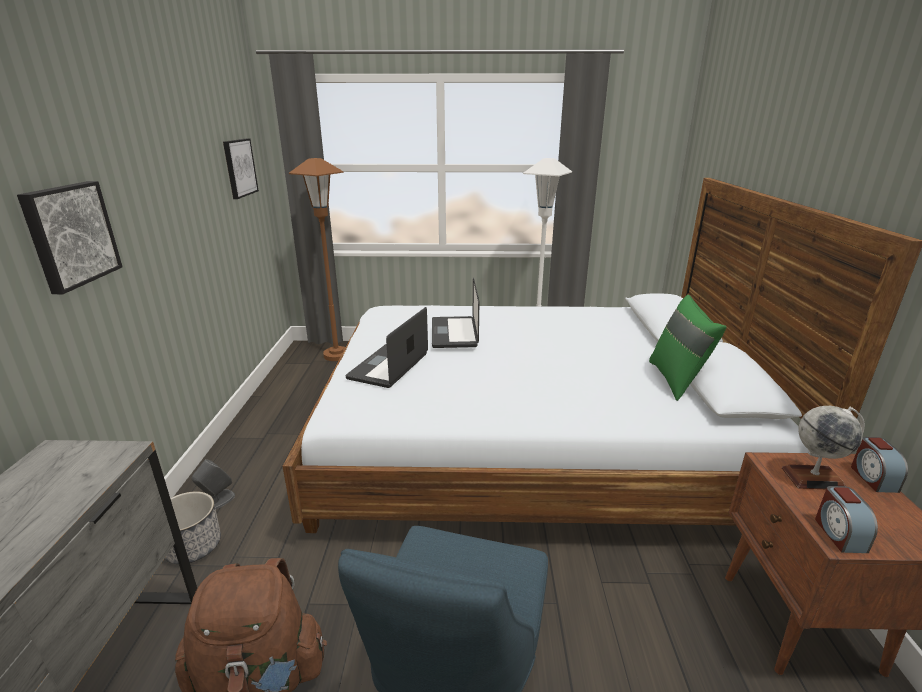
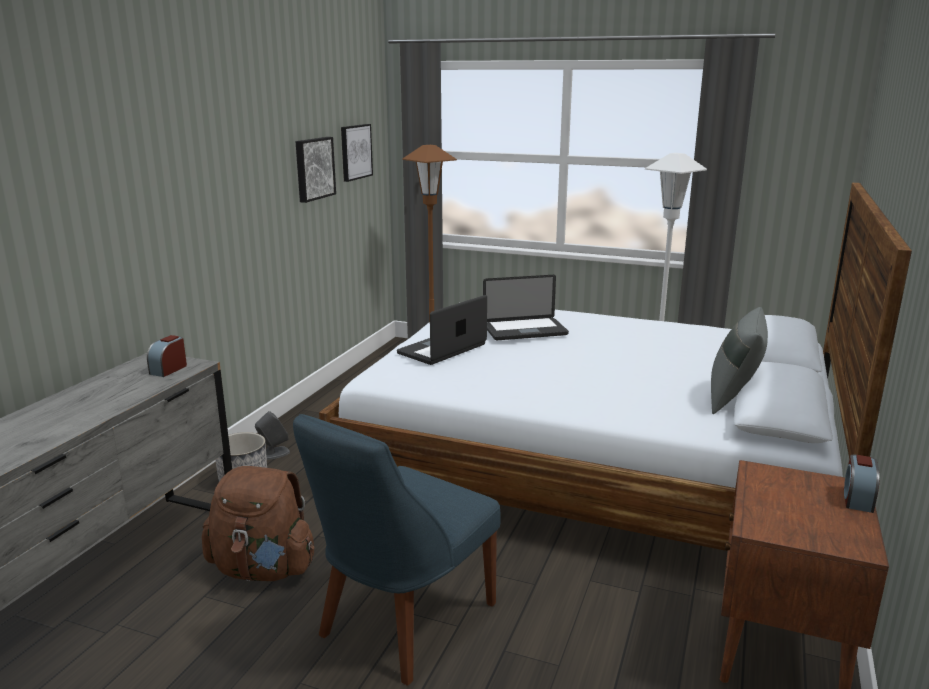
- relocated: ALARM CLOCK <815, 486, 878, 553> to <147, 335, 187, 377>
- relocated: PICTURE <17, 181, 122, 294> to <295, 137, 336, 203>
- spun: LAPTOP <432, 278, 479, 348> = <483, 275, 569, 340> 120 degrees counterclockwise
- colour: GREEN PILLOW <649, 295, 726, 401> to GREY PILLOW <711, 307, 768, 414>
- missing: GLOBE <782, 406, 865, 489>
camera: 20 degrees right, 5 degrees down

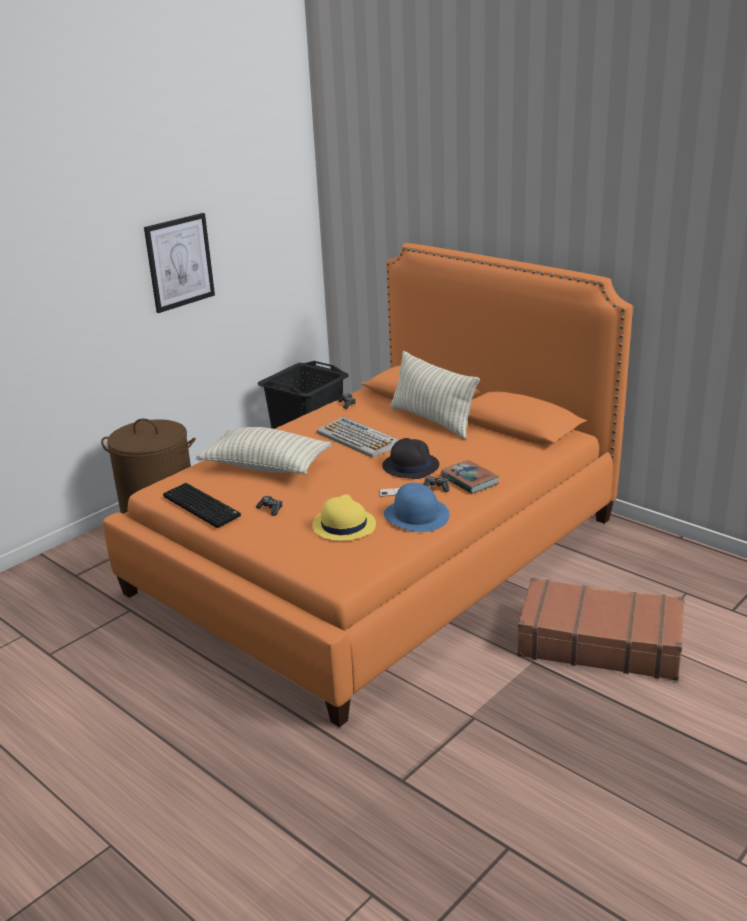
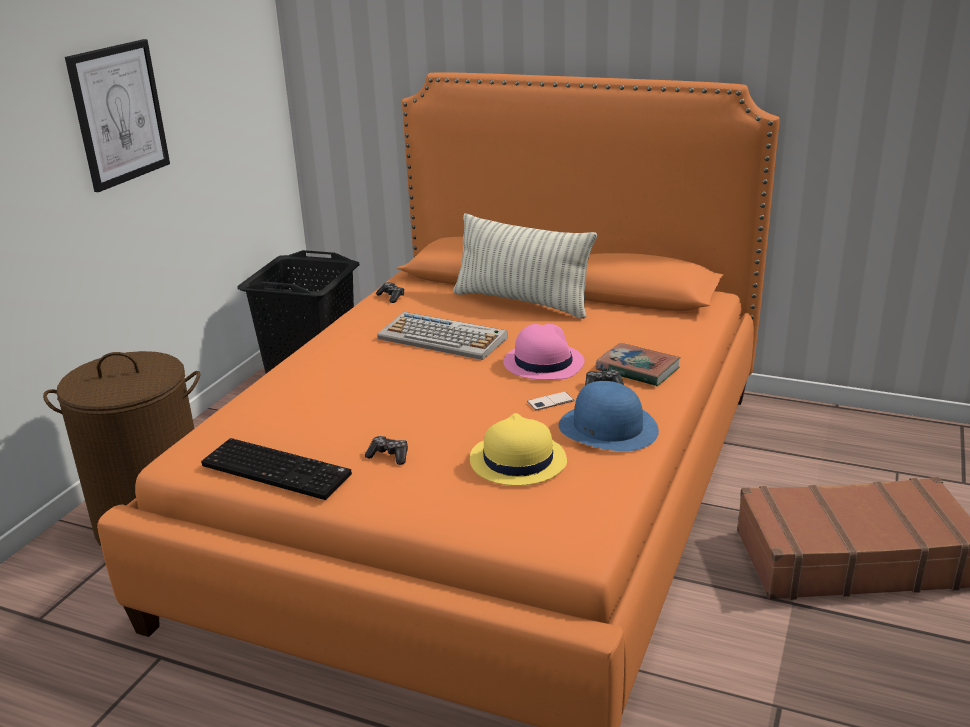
- colour: BLACK HAT <382, 438, 439, 479> to PINK HAT <503, 324, 585, 380>
- missing: PILLOW <196, 427, 332, 475>
camera: 20 degrees left, 0 degrees up

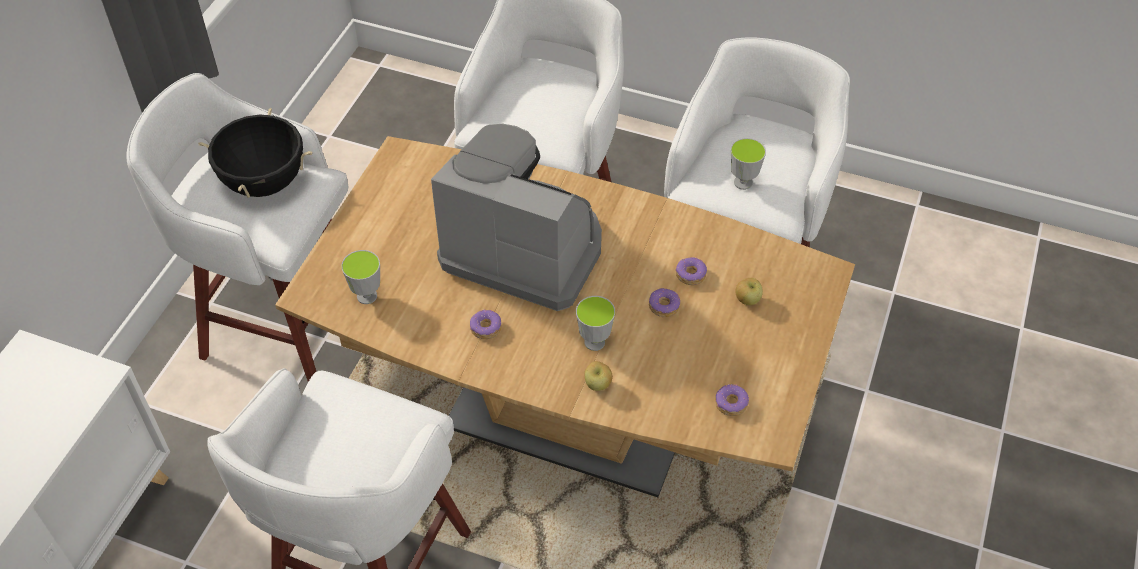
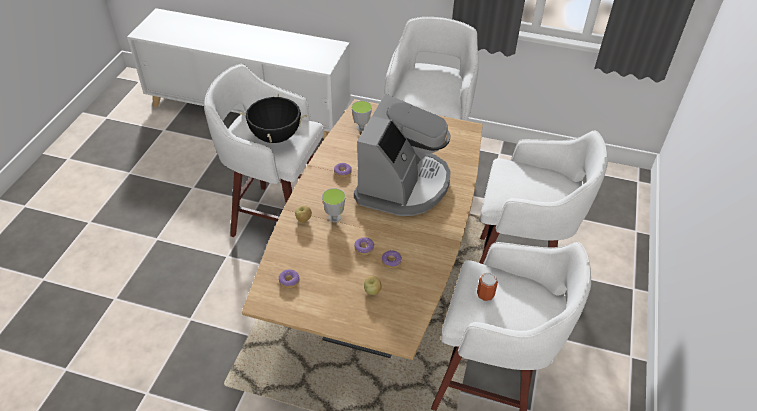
- relocated: BLACK COOKING POT <198, 108, 313, 198> to <239, 94, 307, 143>
- exchanged: CUP <730, 138, 766, 190> to CAN <477, 273, 498, 301>
camera: 85 degrees right, 5 degrees down

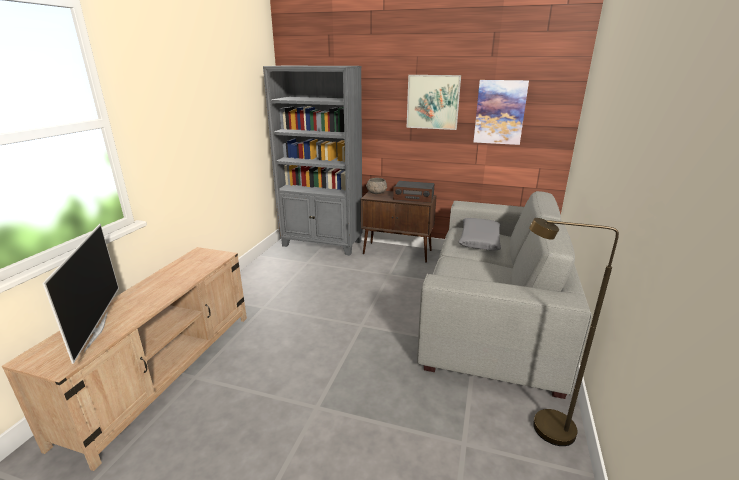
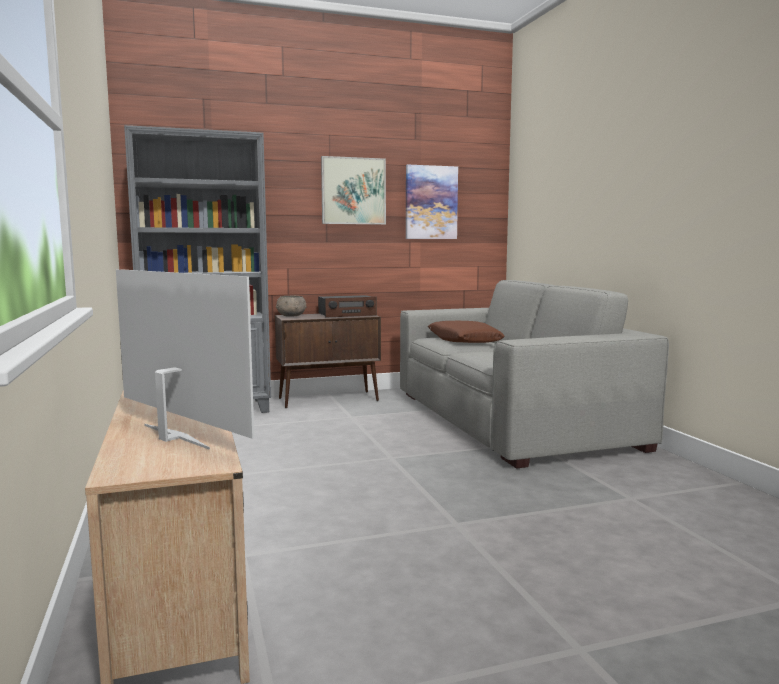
- colour: GREY PILLOW <459, 218, 501, 251> to BROWN PILLOW <428, 321, 505, 343>
- missing: BROWN FLOOR LAMP <529, 218, 619, 446>
camera: 35 degrees left, 15 degrees down

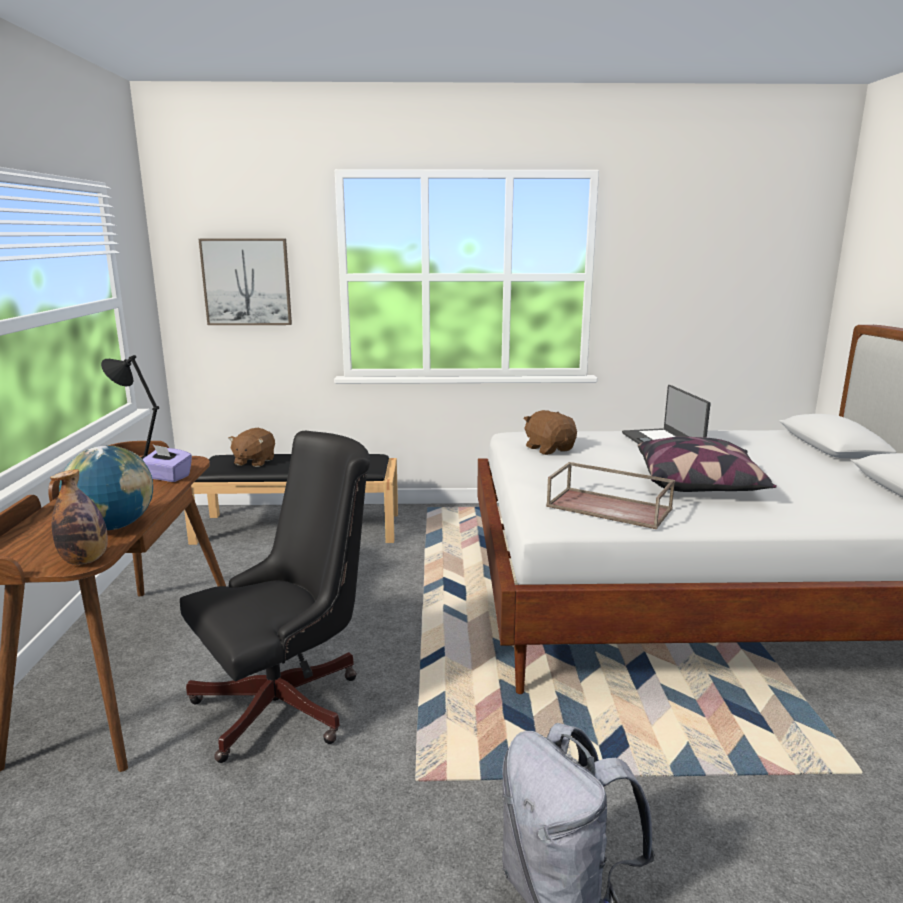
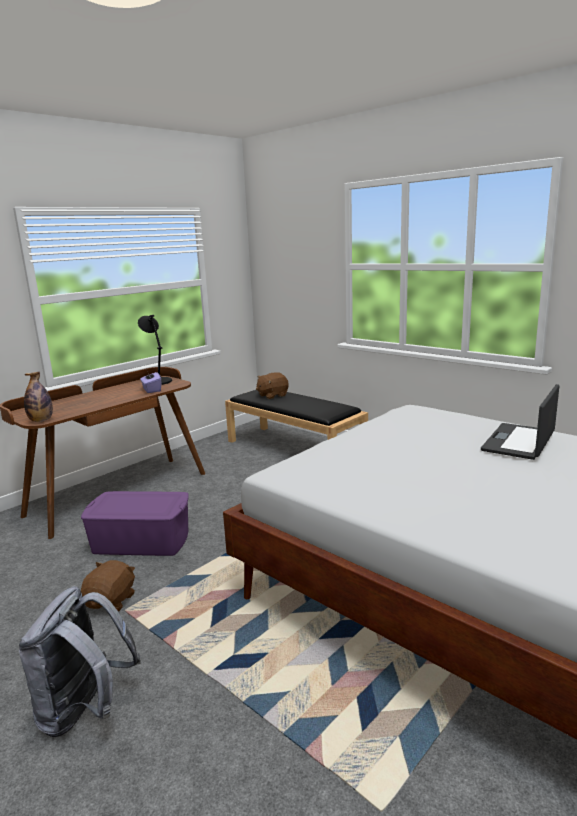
- exchanged: BLACK OFFICE CHAIR <180, 431, 370, 763> to PURPLE STORAGE BOX <81, 491, 189, 556>
- relocated: BROWN PLUSH TOY <524, 410, 577, 455> to <81, 560, 135, 612>
- missing: GLOBE <59, 446, 153, 530>
- missing: PICTURE <199, 239, 292, 325>
- missing: BROWN TRAY <546, 462, 675, 529>
- missing: PILLOW <638, 436, 777, 492>
camera: 45 degrees right, 0 degrees up

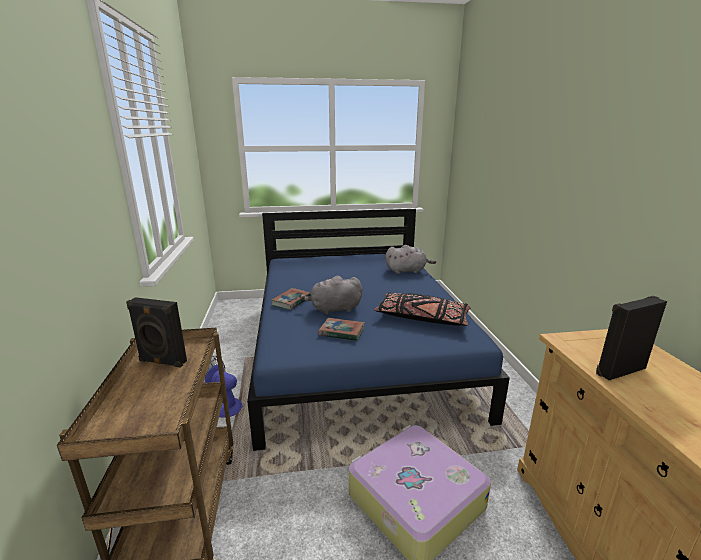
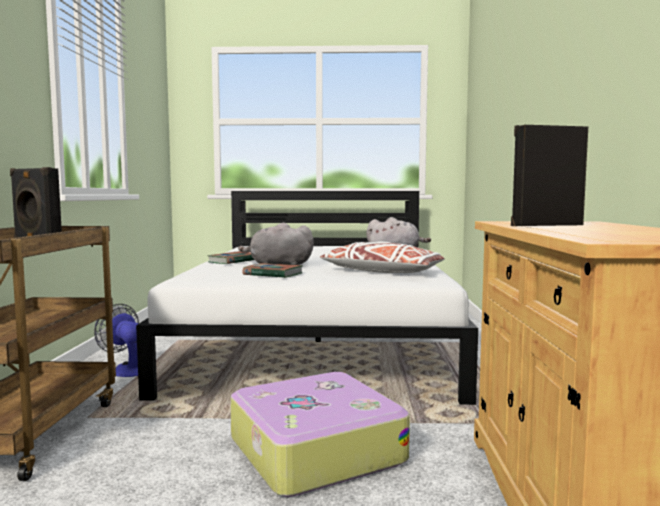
- colour: BLUE BED <247, 209, 510, 451> to WHITE BED <136, 191, 478, 405>
- colour: BLACK PILLOW <374, 292, 470, 326> to WHITE PILLOW <320, 241, 444, 273>
camera: 10 degrees right, 15 degrees down

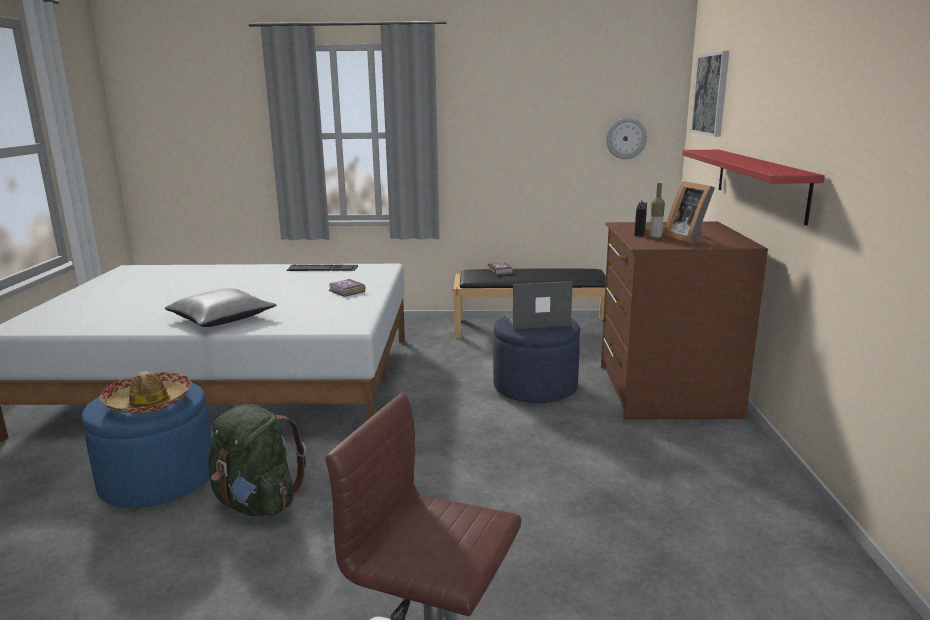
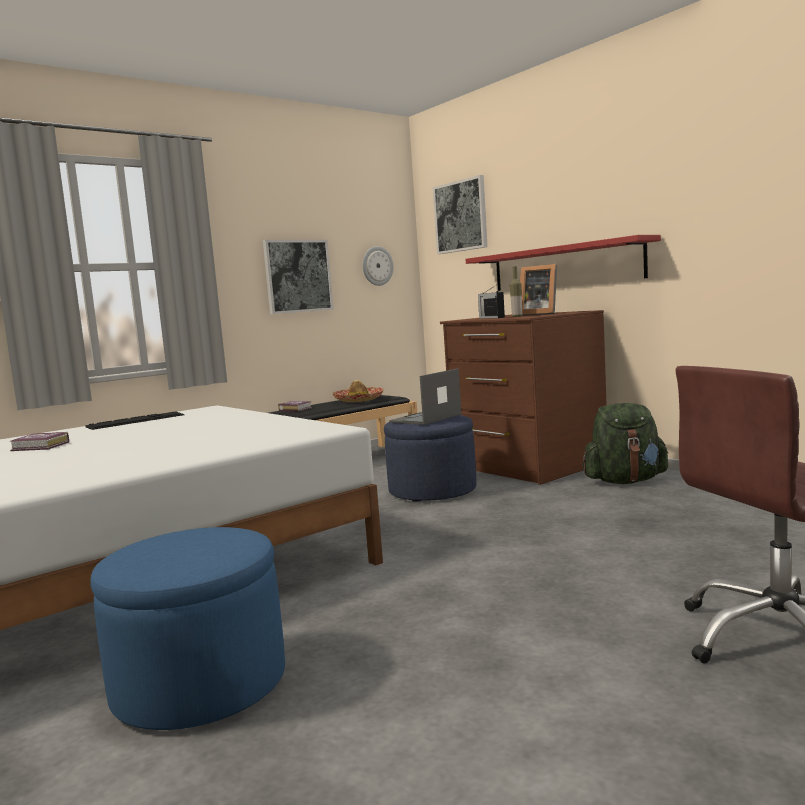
- relocated: BOOK <329, 279, 365, 297> to <9, 432, 69, 451>
- appeared: PICTURE <263, 240, 334, 314>
- relocated: HAT <99, 371, 191, 413> to <332, 380, 384, 402>
- relocated: GREEN BACKPACK <208, 404, 306, 516> to <583, 403, 668, 484>
- missing: GREY PILLOW <165, 288, 276, 327>
camera: 40 degrees left, 10 degrees down

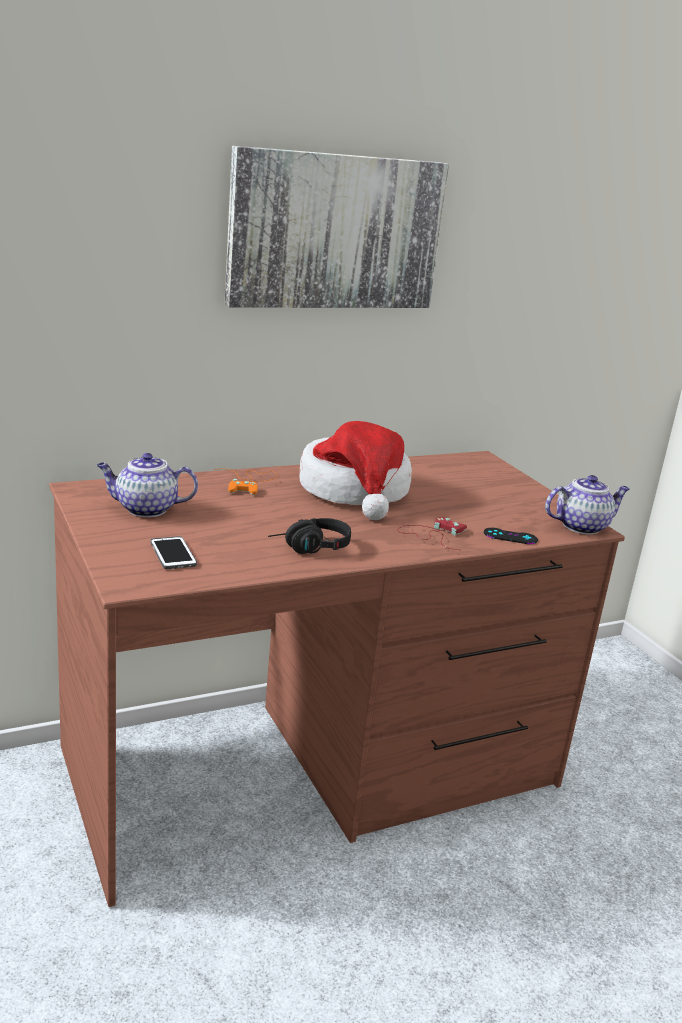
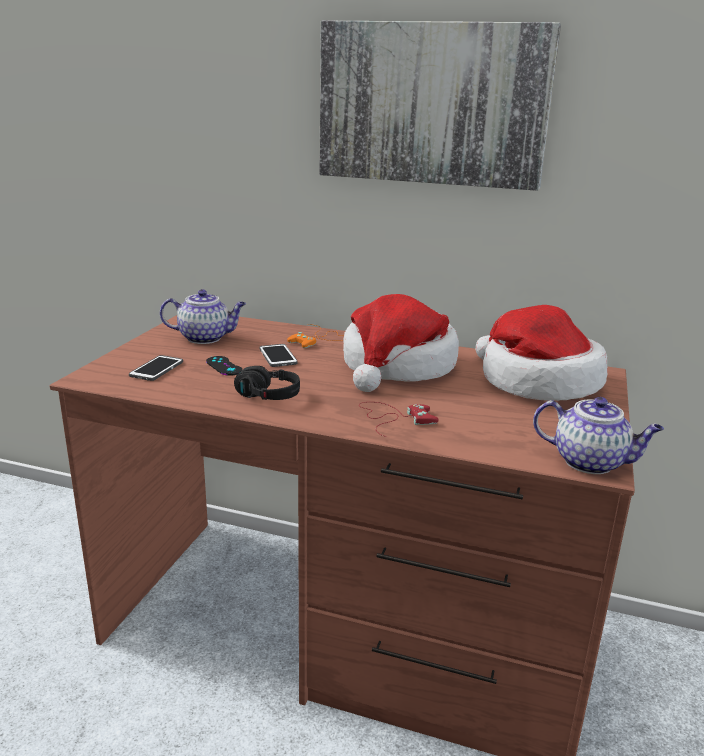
- spun: TEAPOT <97, 453, 198, 517> = <160, 289, 246, 344> 135 degrees clockwise
- relocated: BLACK GAME CONTROLLER <484, 528, 538, 544> to <206, 356, 242, 376>
- appeared: PHONE <259, 344, 298, 367>
- appeared: HAT <476, 305, 608, 401>
camera: 45 degrees right, 0 degrees up

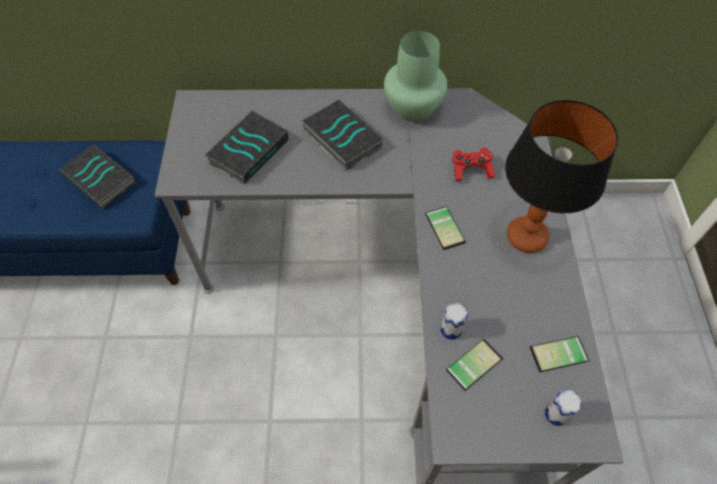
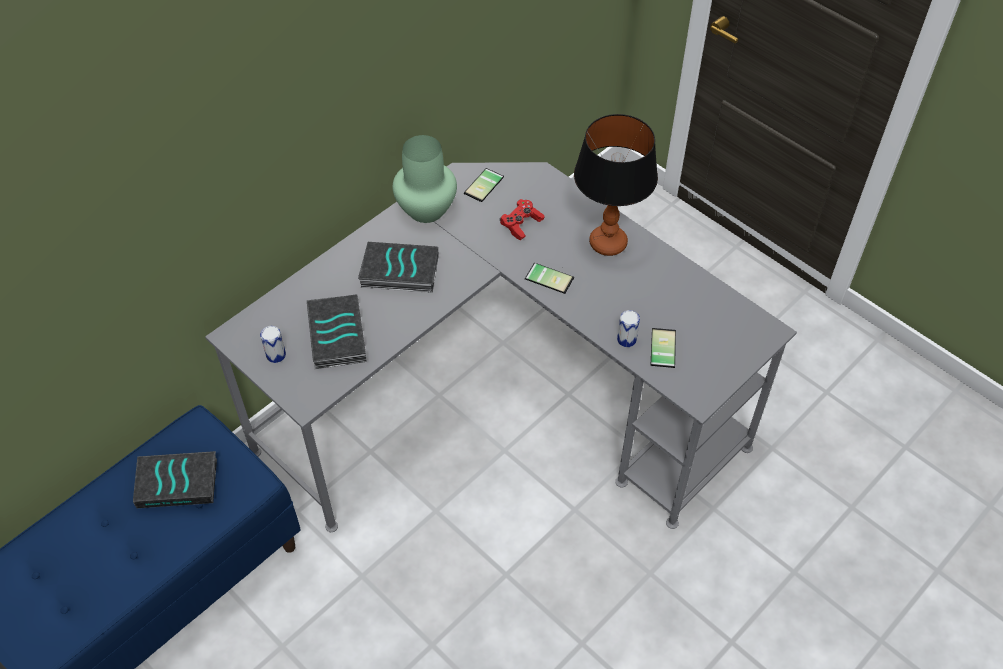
- relocated: CAN <545, 389, 582, 426> to <260, 326, 286, 363>
- relocated: PHONE <530, 336, 589, 372> to <464, 168, 504, 202>
camera: 45 degrees left, 5 degrees down

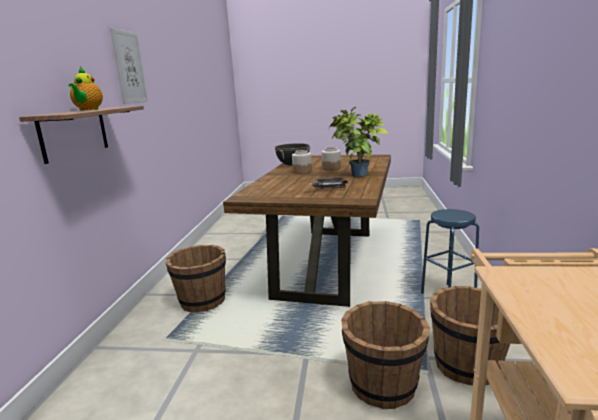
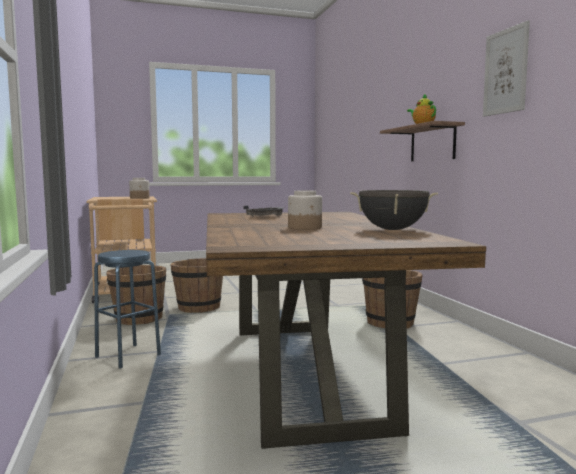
- relocated: JAR <292, 150, 312, 174> to <129, 178, 150, 199>
- missing: POTTED PLANT <330, 107, 388, 177>
camera: 155 degrees right, 10 degrees down

